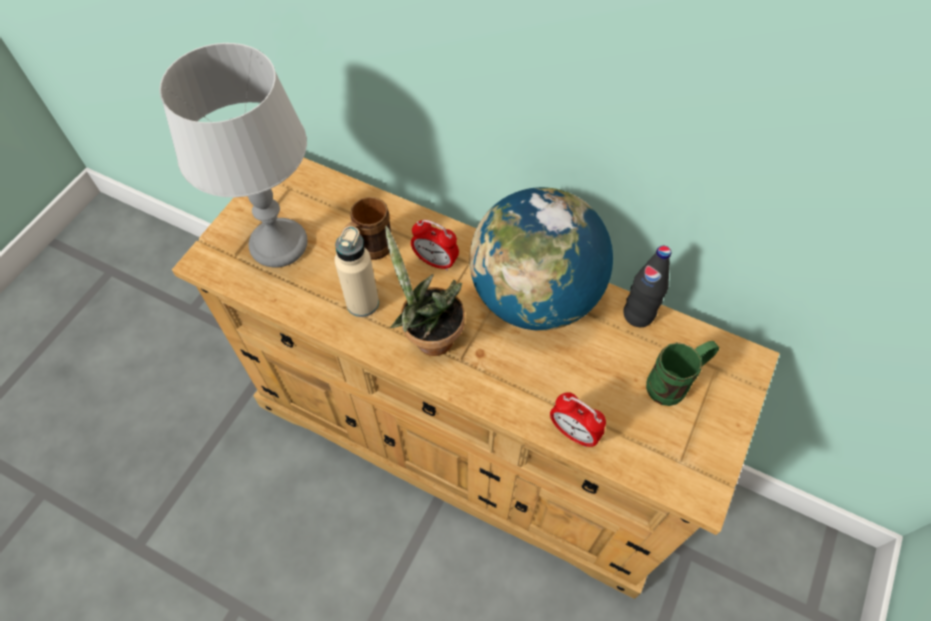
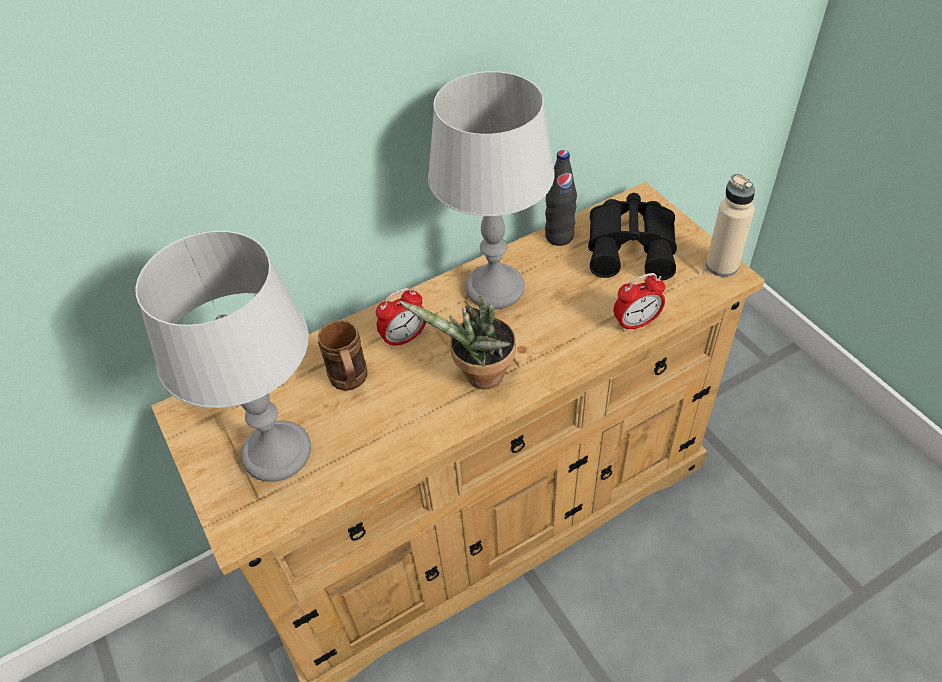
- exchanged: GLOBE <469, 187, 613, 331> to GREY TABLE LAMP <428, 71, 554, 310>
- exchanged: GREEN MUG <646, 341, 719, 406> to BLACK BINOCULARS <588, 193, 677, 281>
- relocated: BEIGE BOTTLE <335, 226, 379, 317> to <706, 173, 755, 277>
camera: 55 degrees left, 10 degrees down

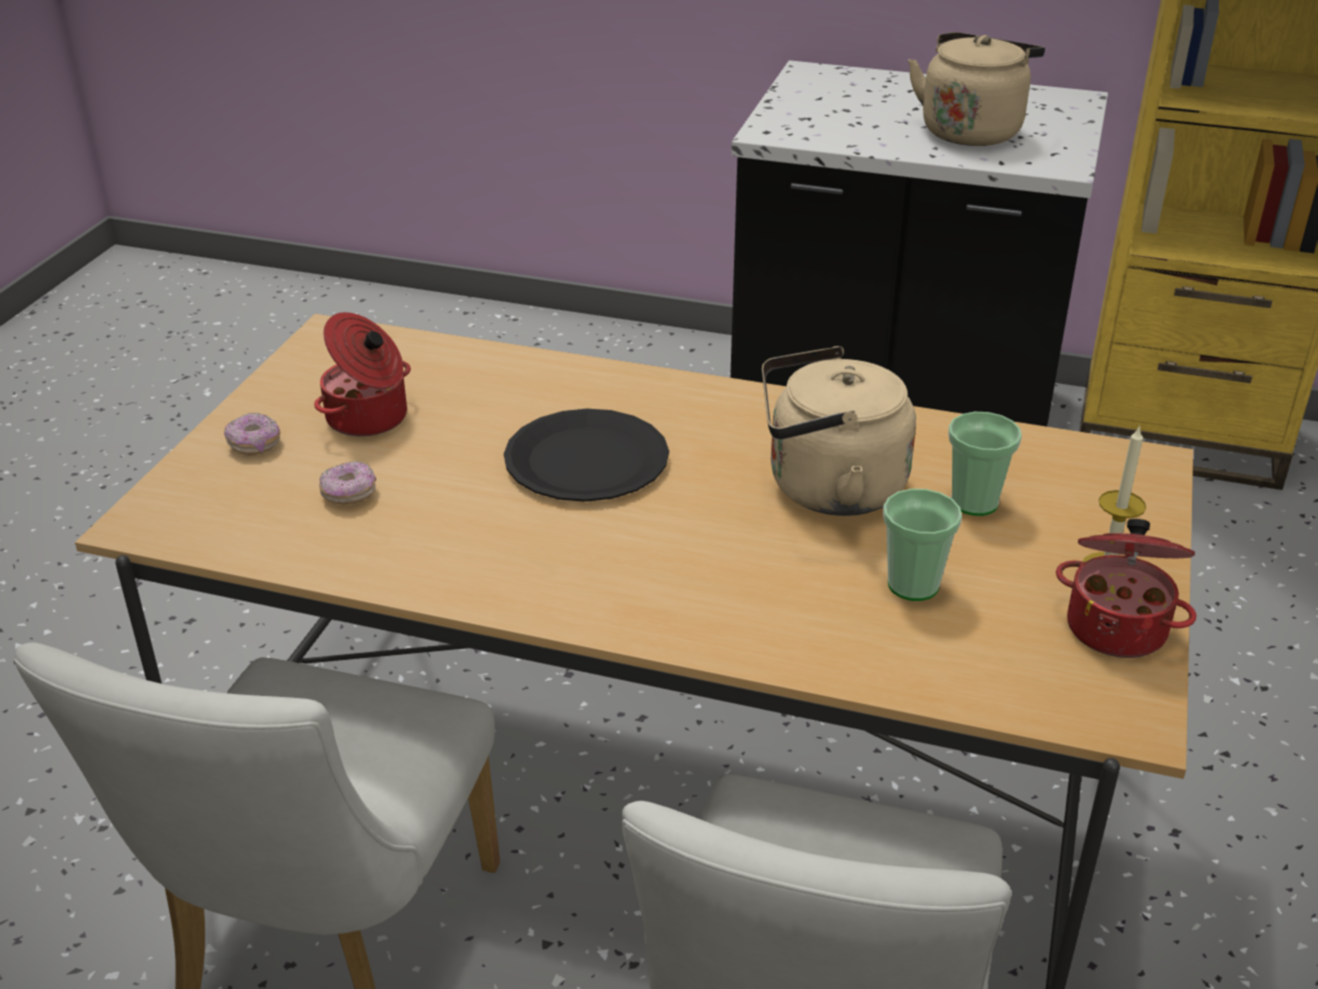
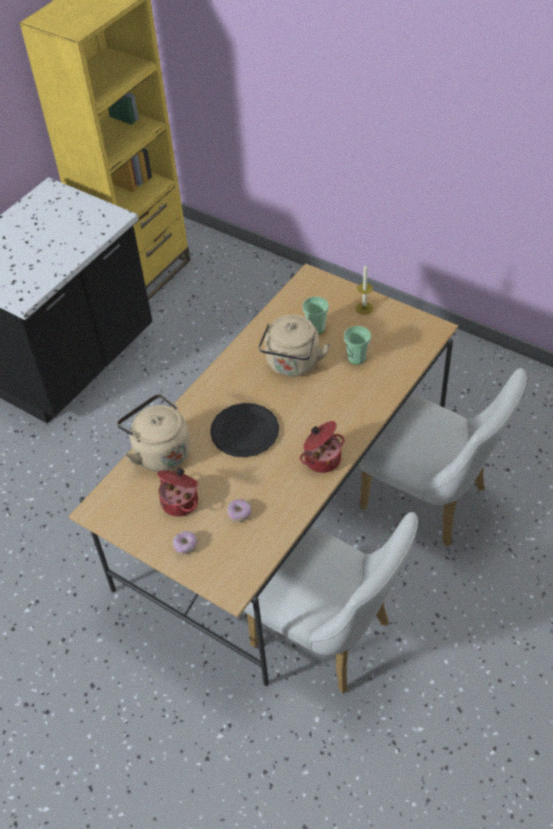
- relocated: BEIGE KETTLE <908, 32, 1045, 146> to <117, 394, 191, 472>
- relocated: COOKING POT <1056, 519, 1196, 658> to <300, 421, 345, 473>
camera: 70 degrees left, 15 degrees up

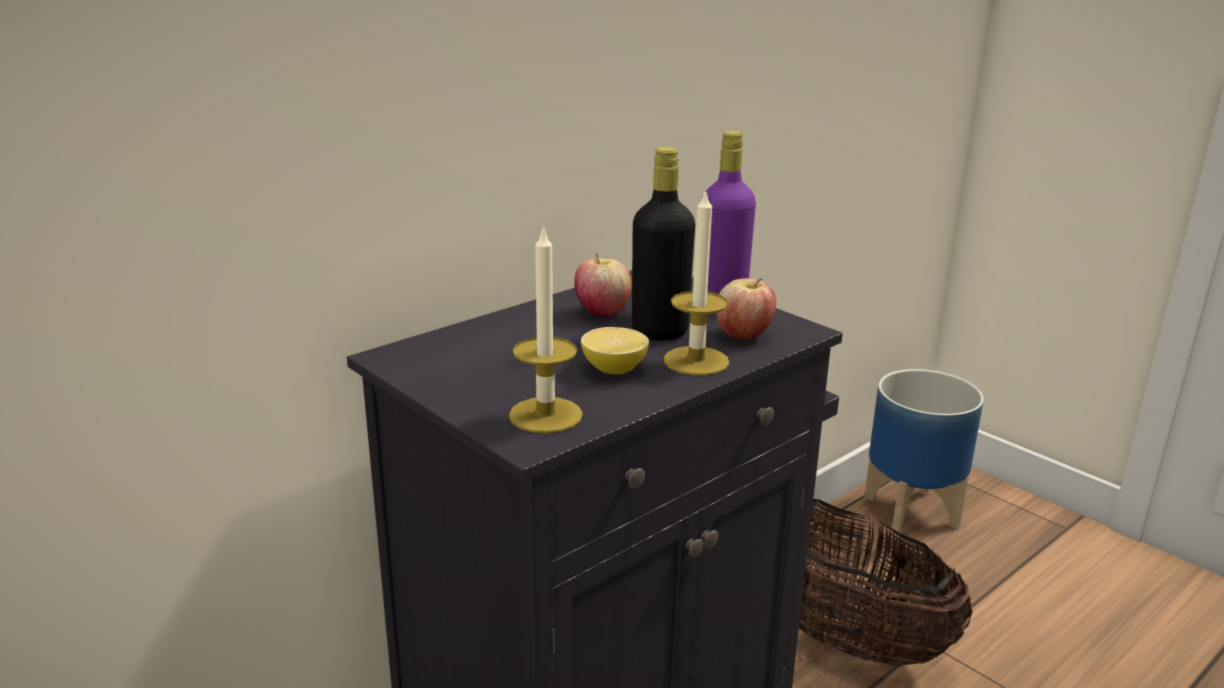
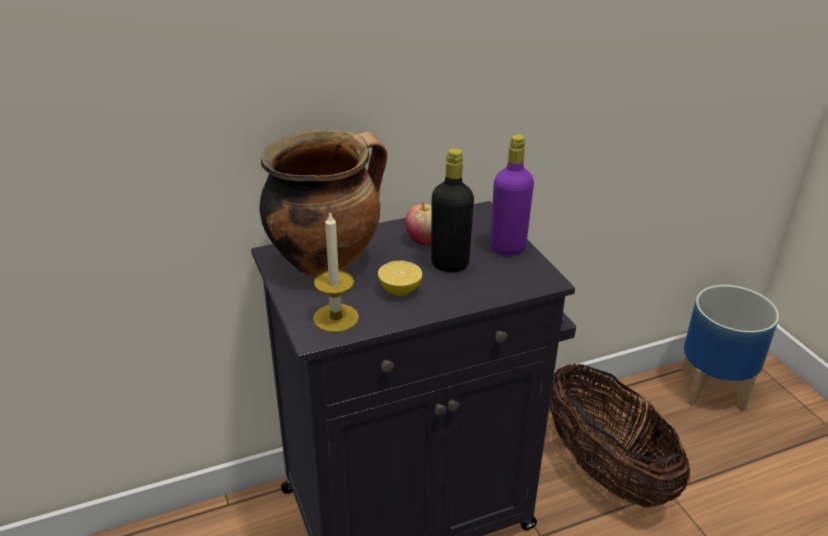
- appeared: COOKING POT <260, 130, 387, 277>
- missing: CANDLE <664, 188, 729, 375>
- missing: APPLE <716, 277, 776, 339>
camera: 20 degrees right, 10 degrees up

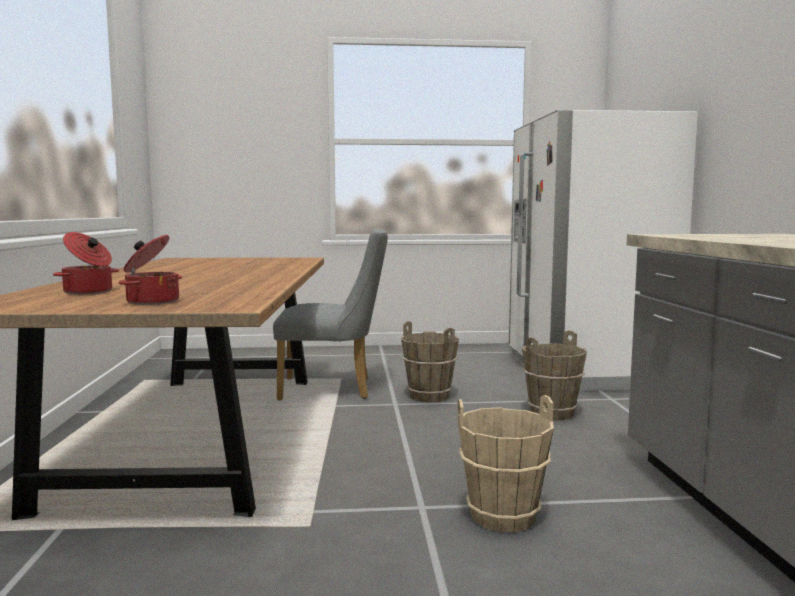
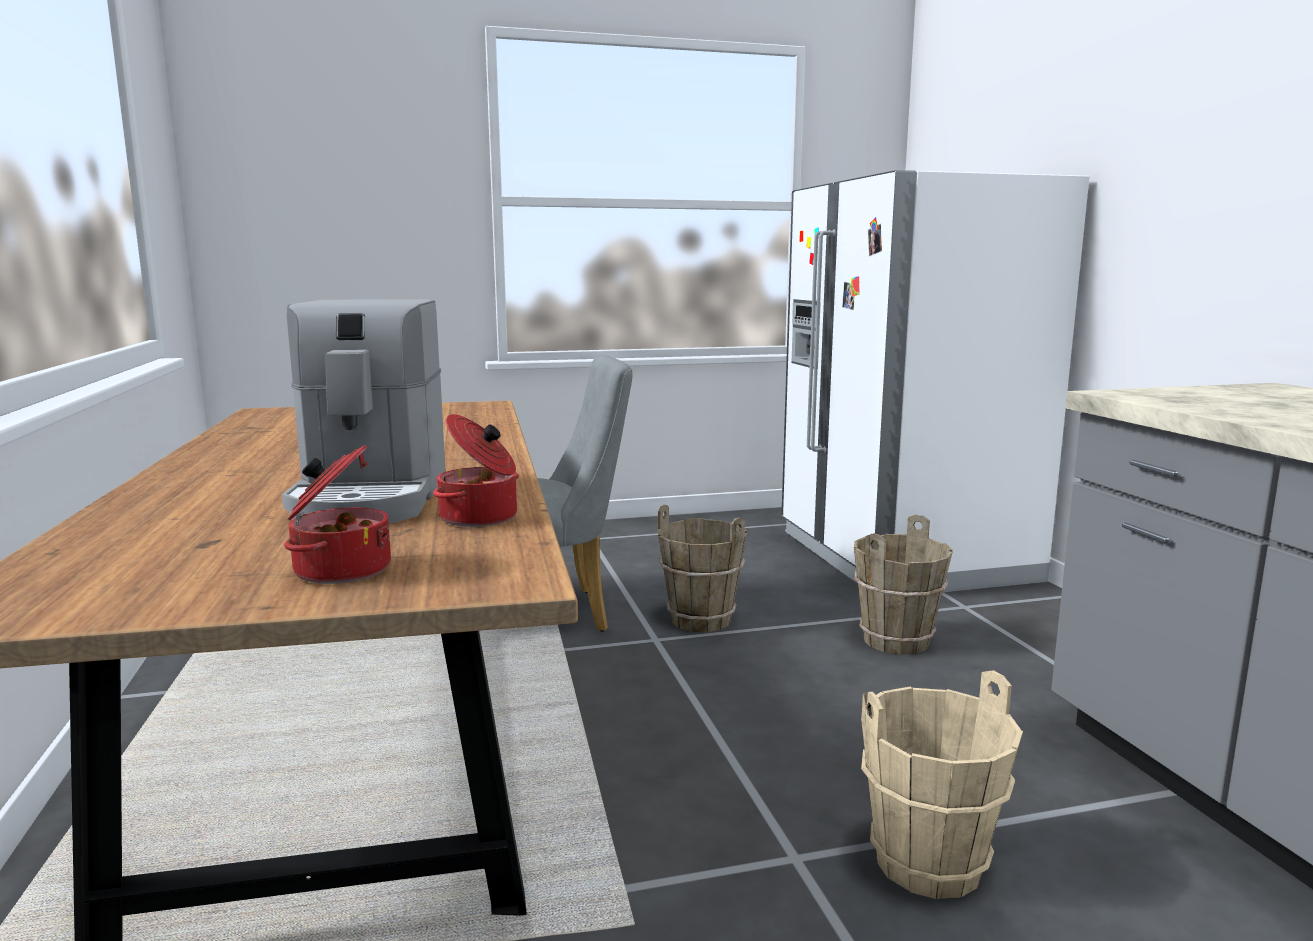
- appeared: COFFEE MACHINE <282, 299, 446, 523>
- relocated: COOKING POT <53, 232, 119, 295> to <433, 414, 519, 527>
camera: 10 degrees left, 5 degrees up

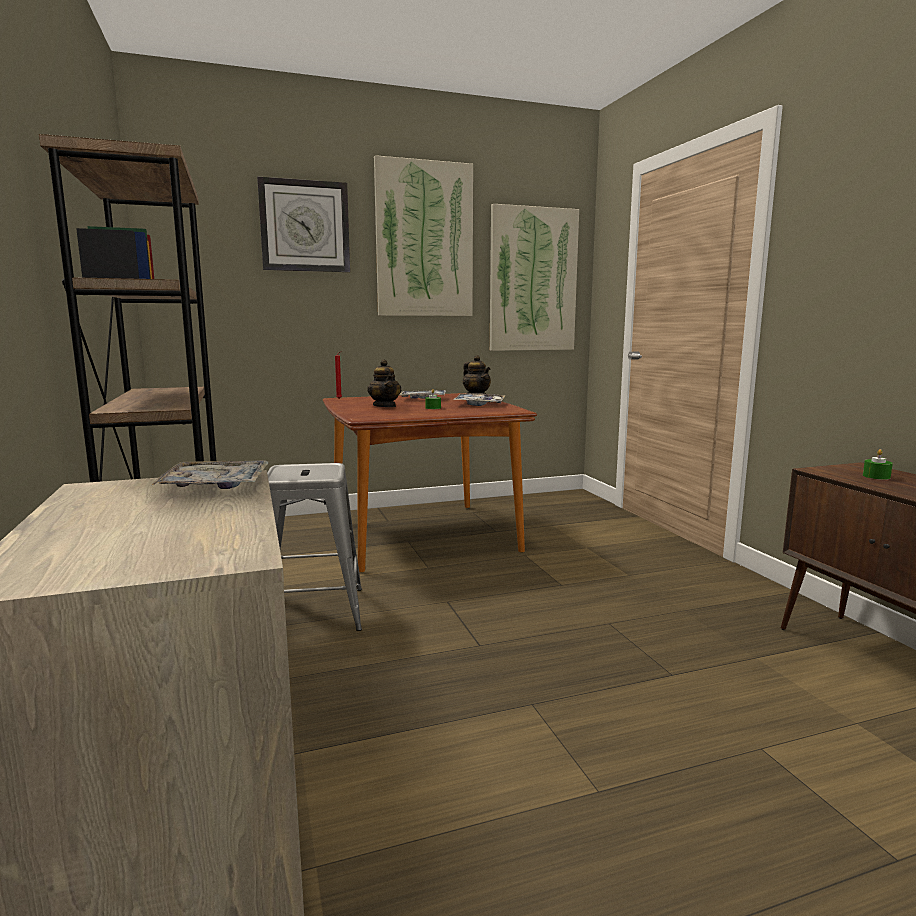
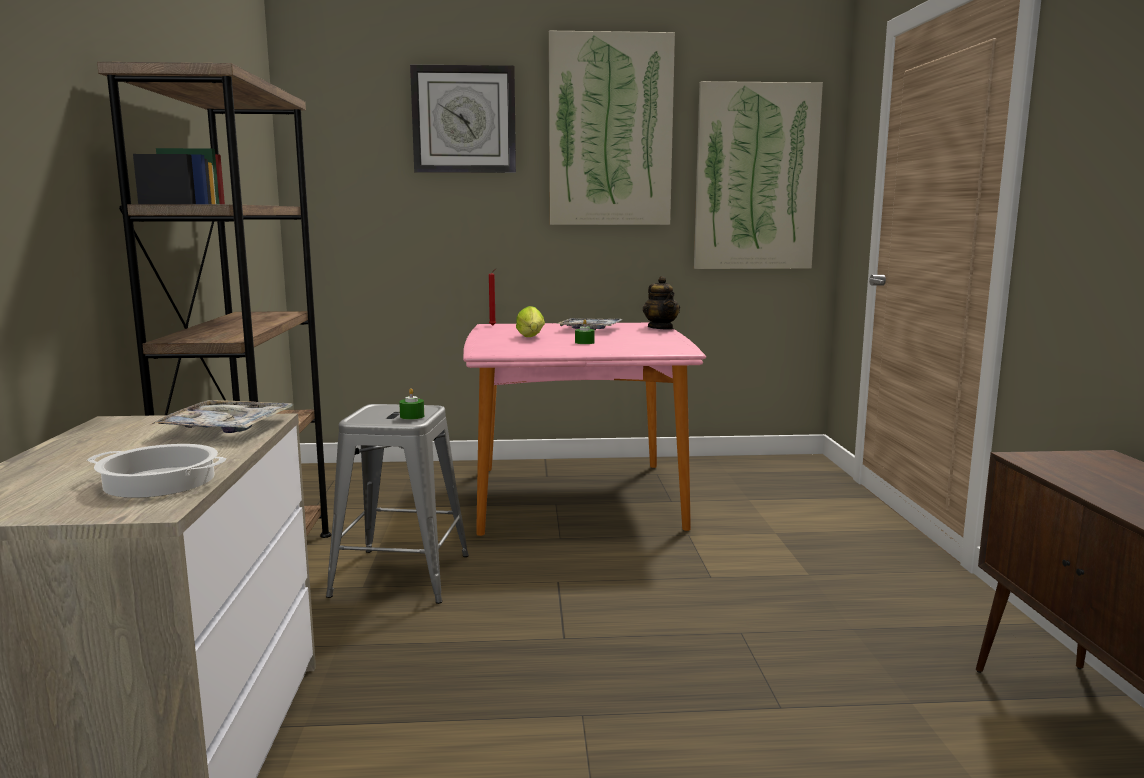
- appeared: COOKING POT <87, 444, 226, 498>
- relocated: GREEN CANDLE <863, 449, 893, 480> to <399, 388, 424, 420>
- colour: BROWN DINING TABLE <323, 393, 537, 573> to PINK DINING TABLE <463, 323, 706, 536>
- exchanged: TEAPOT <367, 359, 401, 407> to LETTUCE <516, 306, 545, 337>
- missing: TRAY <453, 393, 506, 406>
camera: 15 degrees right, 0 degrees up

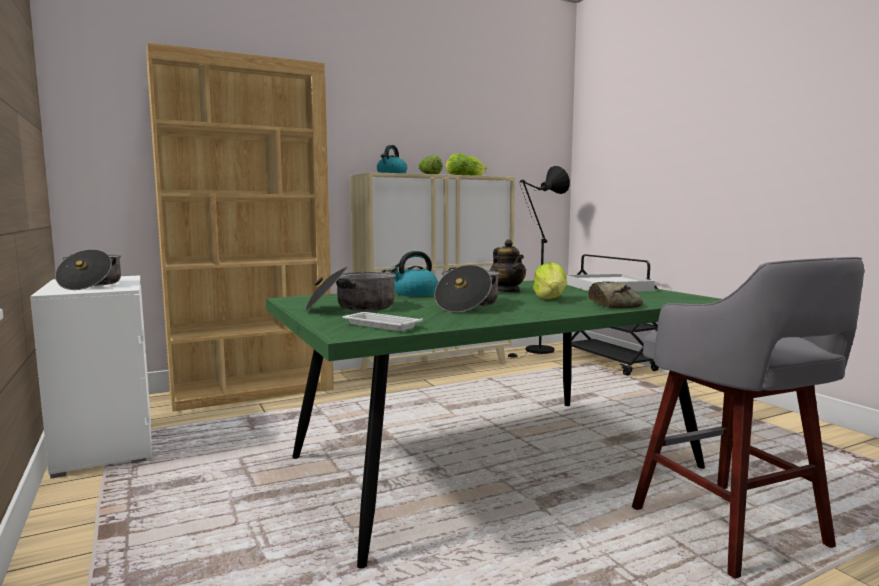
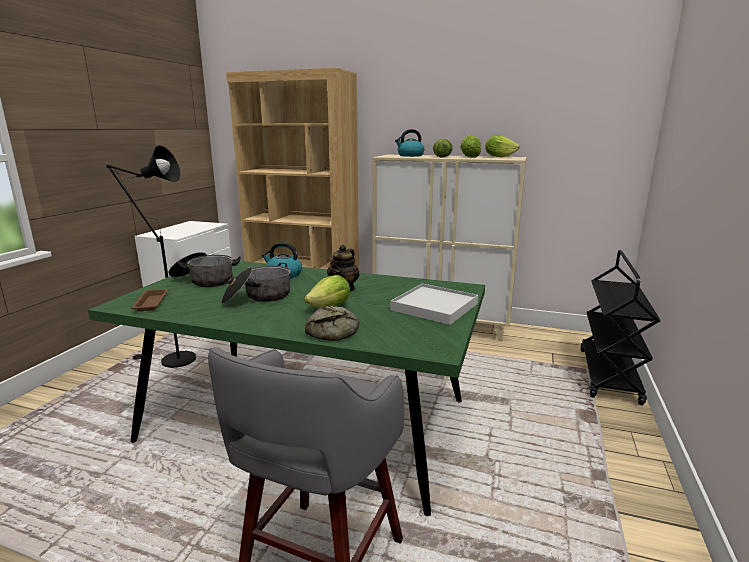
- relocated: BLACK FLOOR LAMP <508, 166, 570, 359> to <107, 145, 196, 368>
- colour: WHITE TRAY <343, 312, 423, 331> to BROWN TRAY <131, 289, 168, 311>
- missing: COOKING POT <55, 249, 121, 290>
camera: 45 degrees right, 10 degrees up

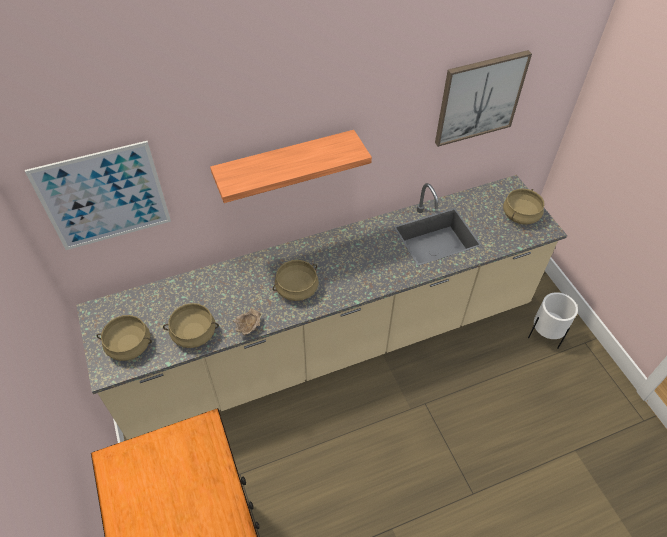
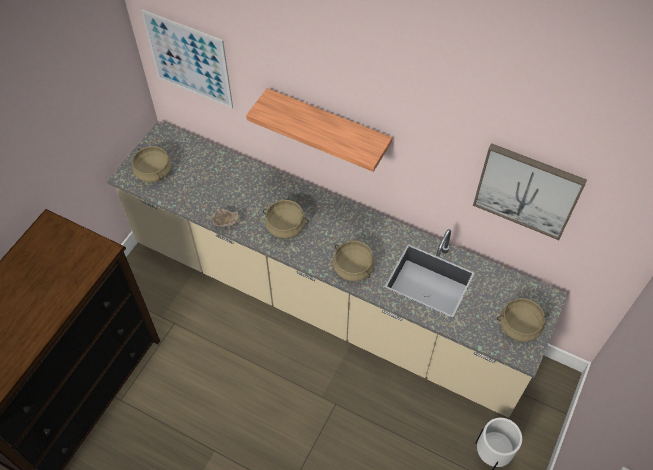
- relocated: BEIGE COOKING POT <163, 303, 219, 348> to <333, 241, 375, 281>
camera: 50 degrees right, 5 degrees up

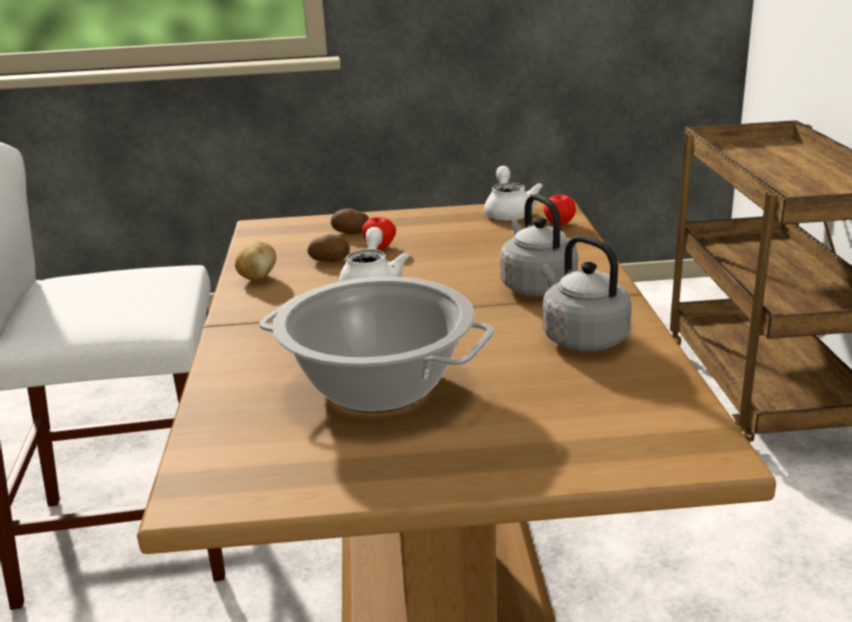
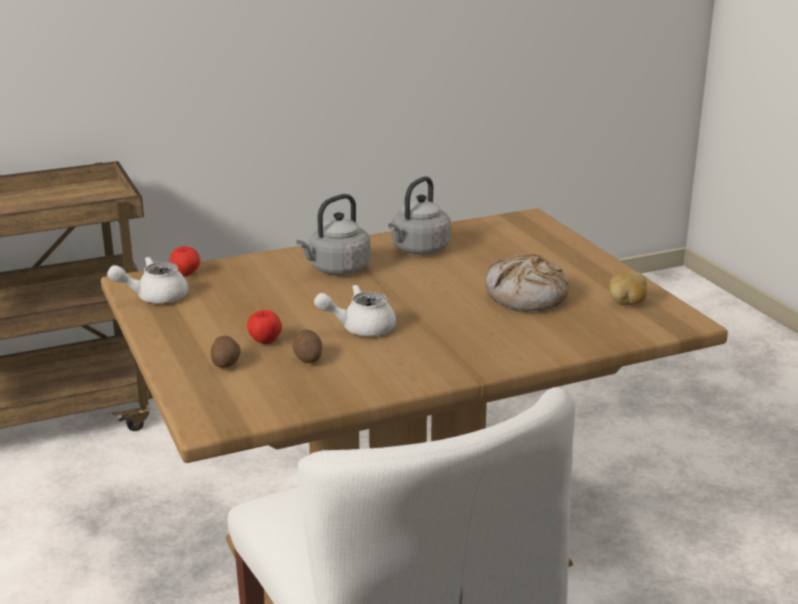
- exchanged: COOKING POT <259, 277, 494, 413> to BREAD <485, 254, 569, 311>
- relocated: POTATO <235, 242, 276, 280> to <609, 270, 648, 305>
camera: 110 degrees left, 0 degrees up

